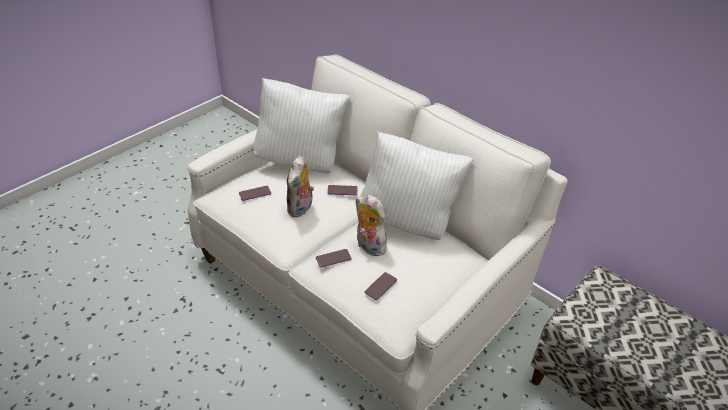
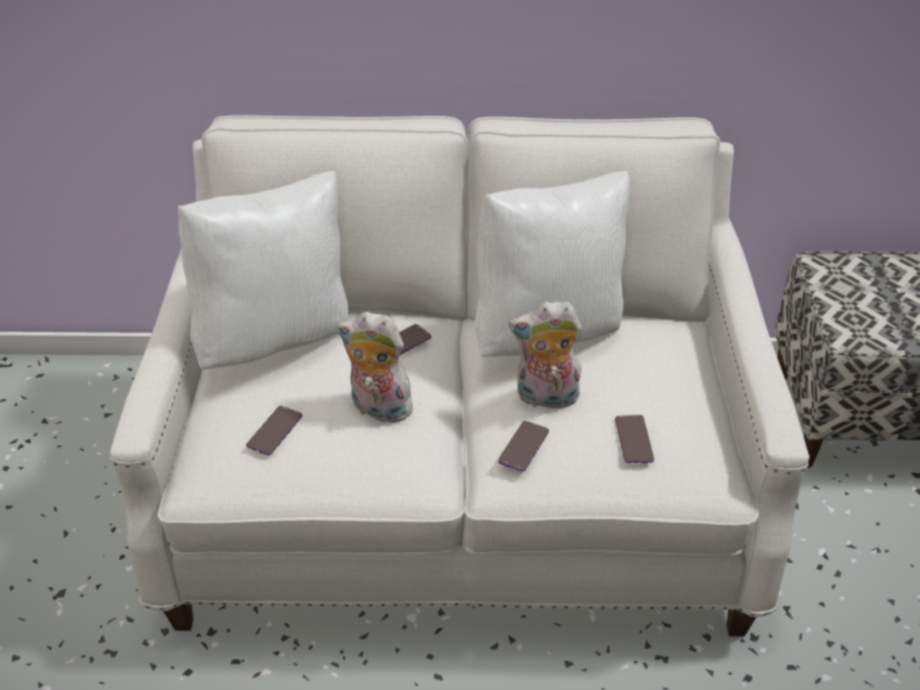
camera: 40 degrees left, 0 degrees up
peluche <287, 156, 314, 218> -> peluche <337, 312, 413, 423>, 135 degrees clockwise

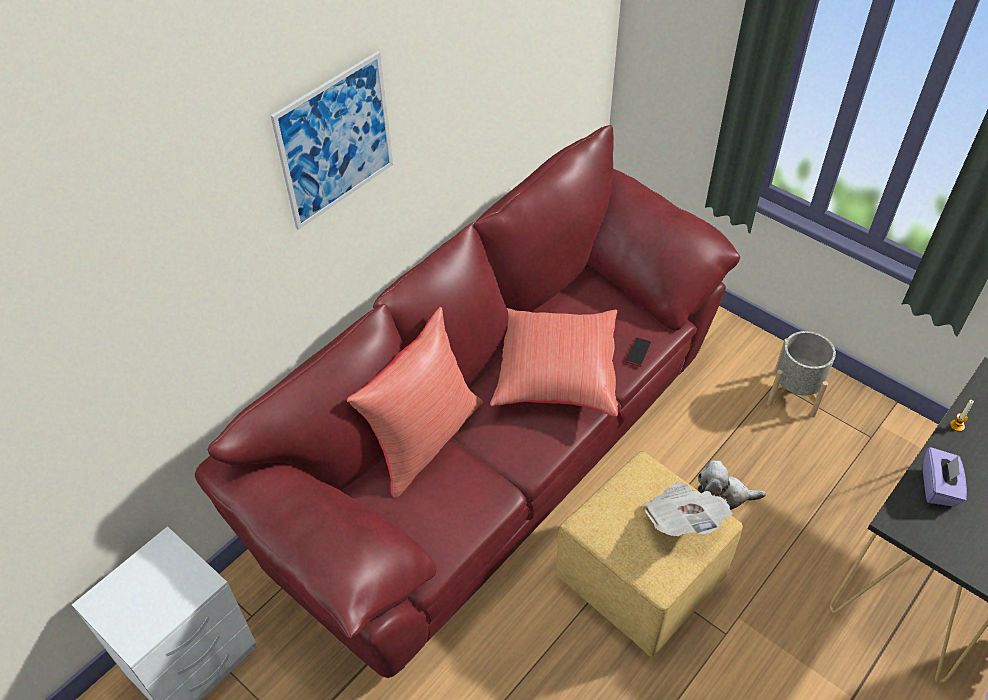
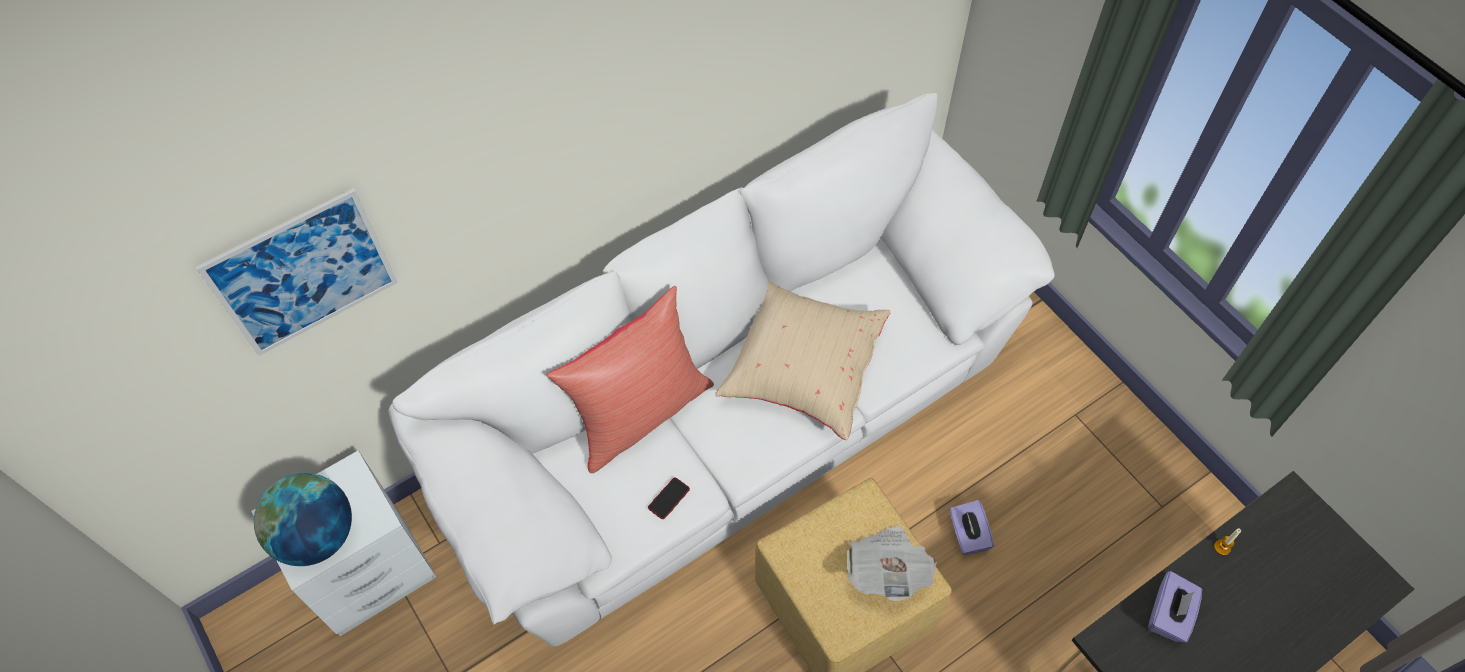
camera: 15 degrees right, 10 degrees up
sofá [rojo] <195, 125, 740, 678> -> sofá [blanco] <388, 93, 1055, 646>
cuadro <270, 51, 393, 230> -> cuadro <196, 188, 398, 356>, relocated
cojín [rojo] <490, 308, 618, 417> -> cojín [beis] <715, 281, 891, 440>
móvil <625, 337, 652, 367> -> móvil <648, 477, 690, 519>, relocated
peluche <698, 461, 766, 510> -> caja de pañuelos [morado] <950, 500, 994, 555>
maceta [gris] <767, 331, 836, 418> -> none
none -> globo terráqueo <254, 473, 352, 566>

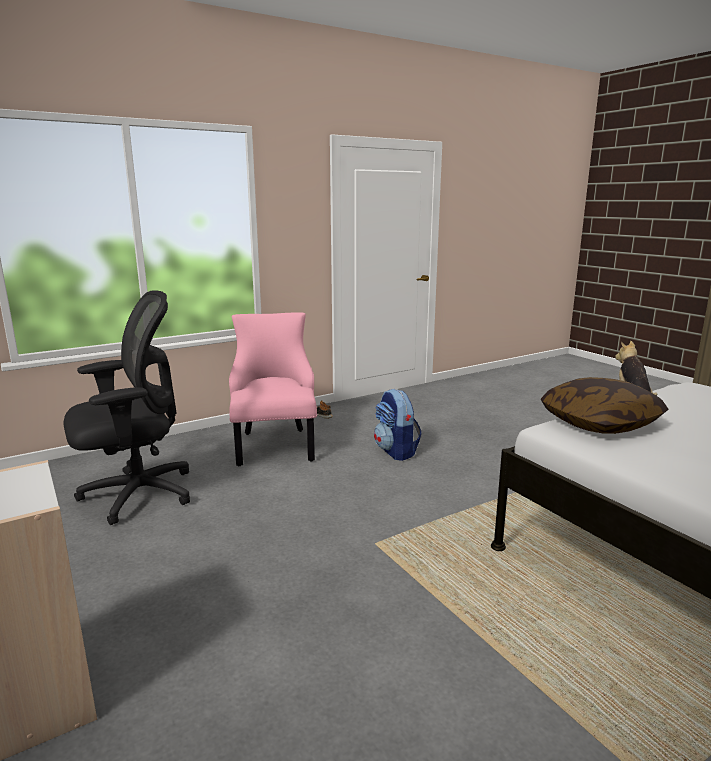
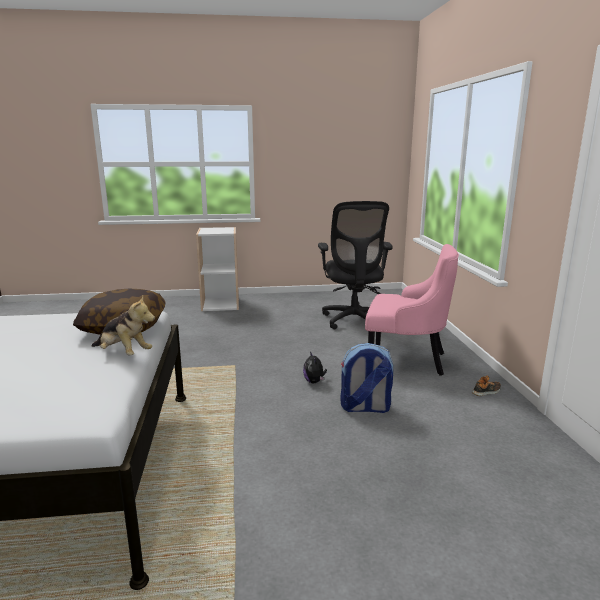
camera: 115 degrees right, 0 degrees up
none -> peluche <303, 351, 327, 384>

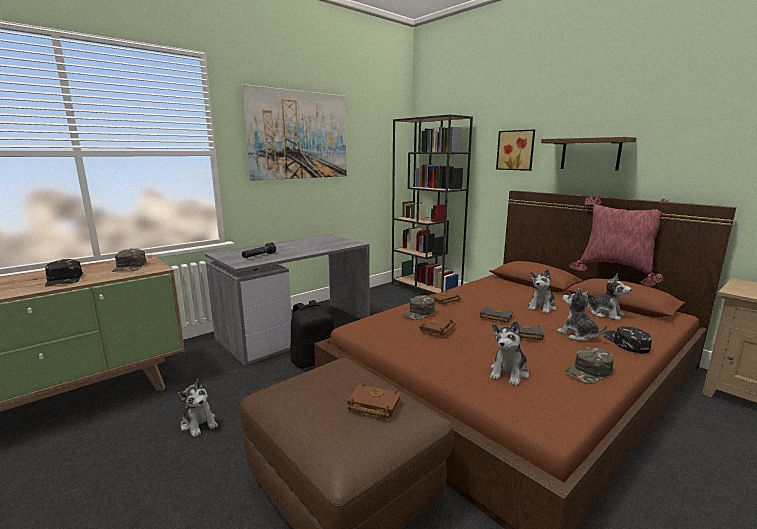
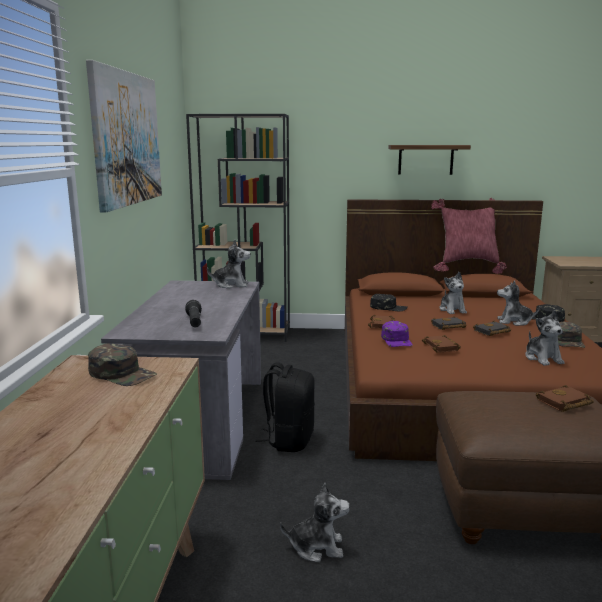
camera: 45 degrees left, 0 degrees up
gorra [negro] <45, 259, 83, 286> -> gorra [negro] <370, 294, 408, 312>, relocated
gorra [verde] <402, 295, 435, 320> -> gorra [morado] <381, 321, 413, 347>
cuadro <496, 129, 535, 171> -> none
peluche <588, 273, 631, 321> -> peluche <207, 240, 251, 289>, relocated

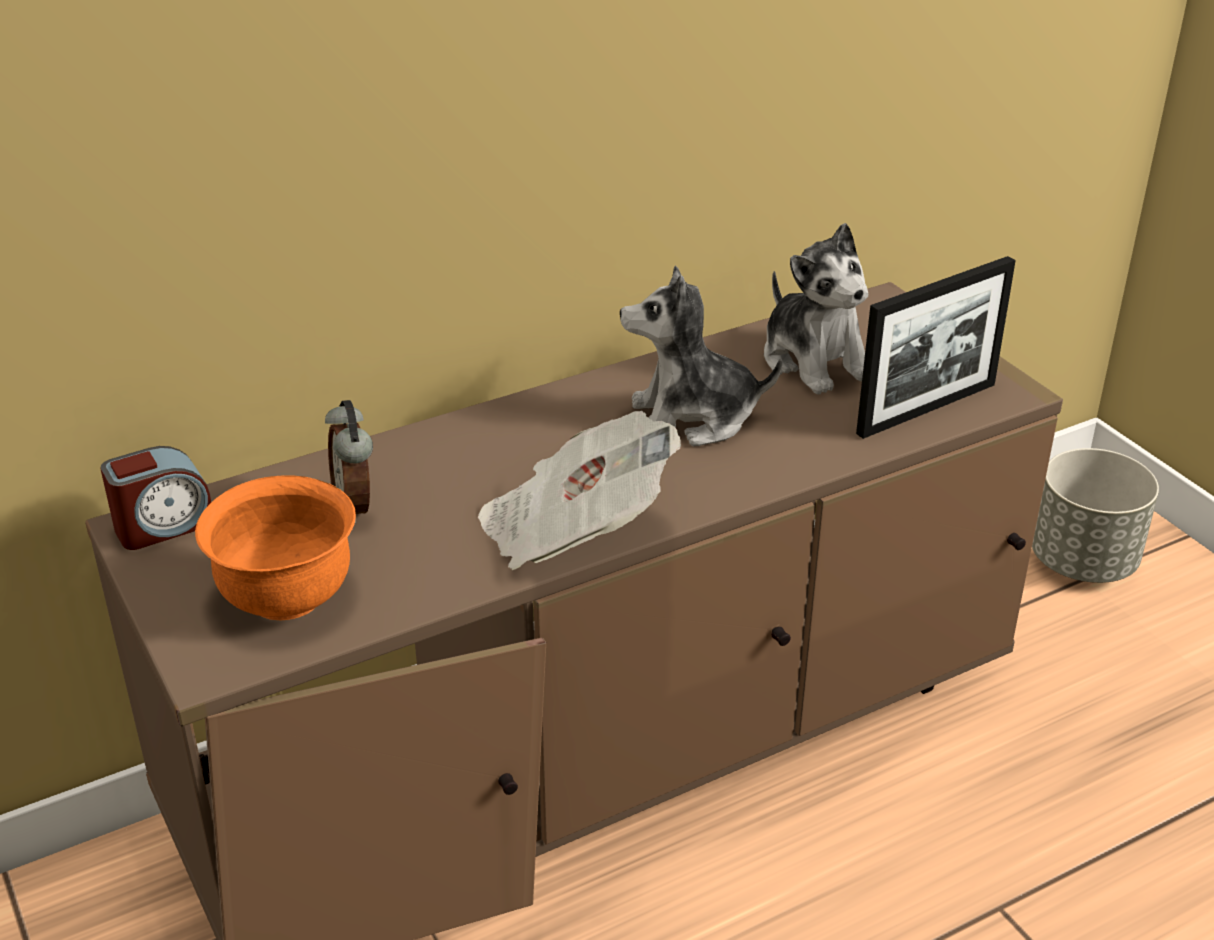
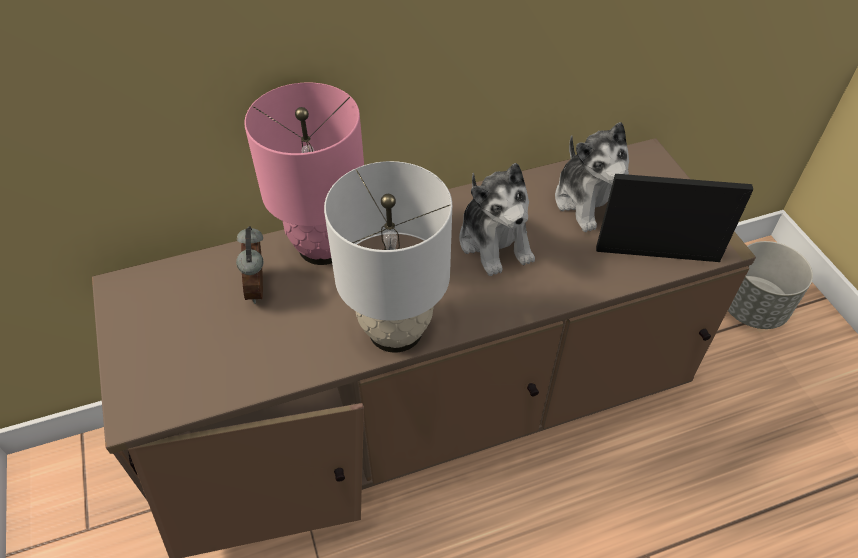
camera: 10 degrees right, 15 degrees up
despertador <100, 446, 211, 550> -> none
cuenco [naranja] <195, 475, 356, 620> -> none
periódico <478, 411, 681, 570> -> lámpara de mesa [blanco] <324, 161, 452, 353>
peluche <620, 266, 782, 446> -> peluche <459, 163, 535, 276>, 120 degrees counterclockwise
portarretratos <856, 256, 1016, 439> -> portarretratos <596, 174, 753, 262>, 150 degrees counterclockwise
none -> lámpara de mesa [rosa] <244, 82, 364, 265>

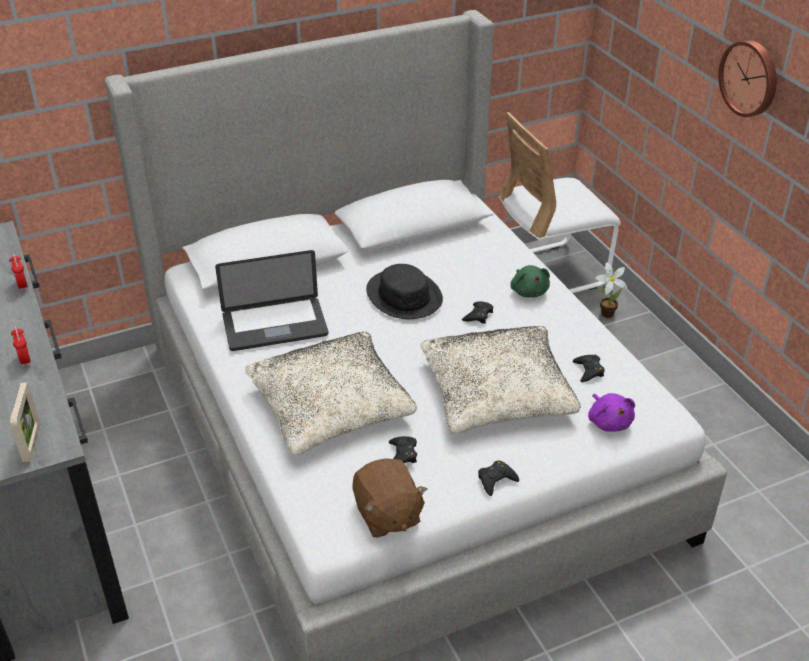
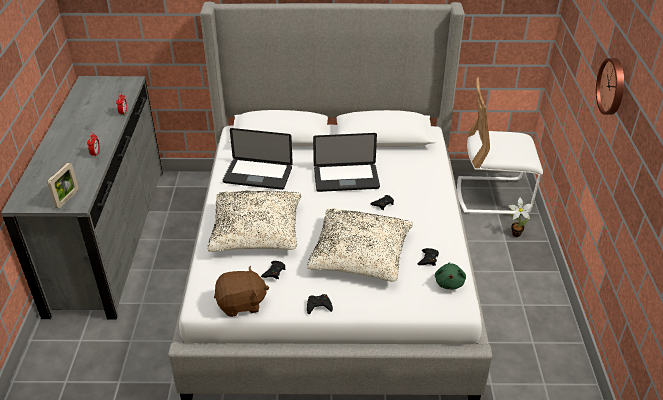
camera: 25 degrees right, 0 degrees up
peluche [marrón] <353, 459, 427, 537> -> peluche [marrón] <214, 266, 269, 317>, 105 degrees counterclockwise
sombrero [negro] <366, 264, 443, 319> -> portátil <313, 133, 380, 192>
peluche [verde] <510, 265, 550, 298> -> peluche [verde] <435, 262, 466, 290>, relocated
peluche [morado] <588, 393, 635, 432> -> none

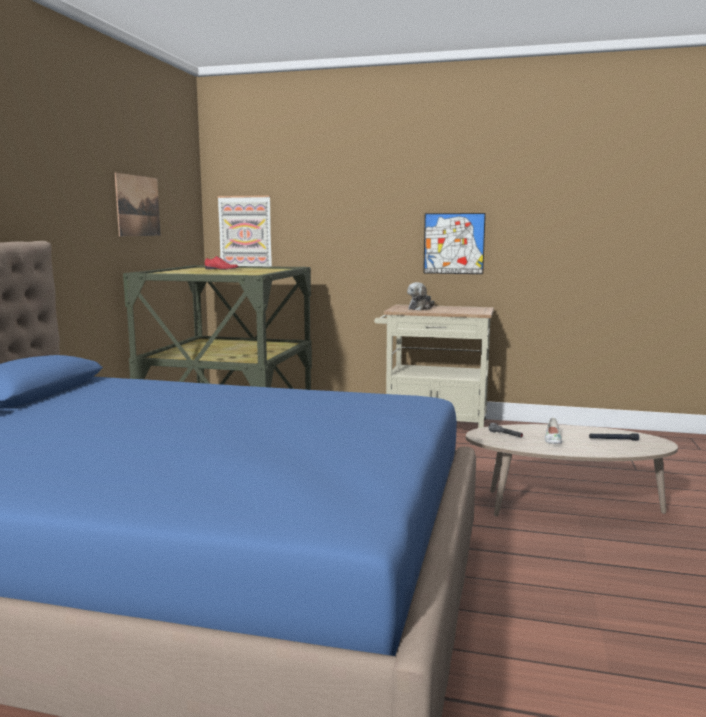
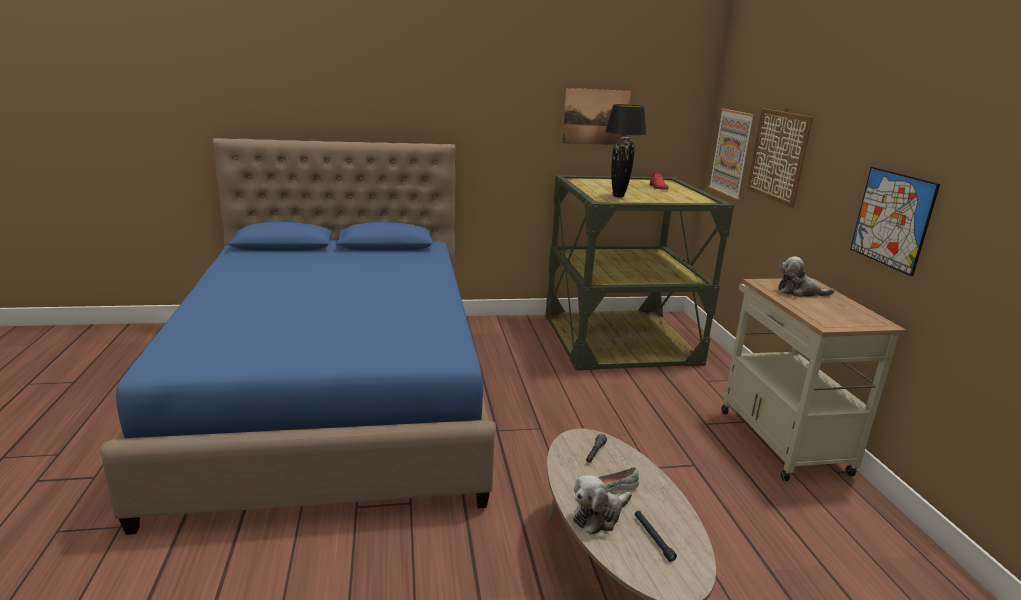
camera: 65 degrees right, 10 degrees up
none -> peluche <573, 475, 632, 535>
none -> lámpara de mesa [negro] <605, 104, 646, 197>
none -> cuadro <747, 108, 813, 208>

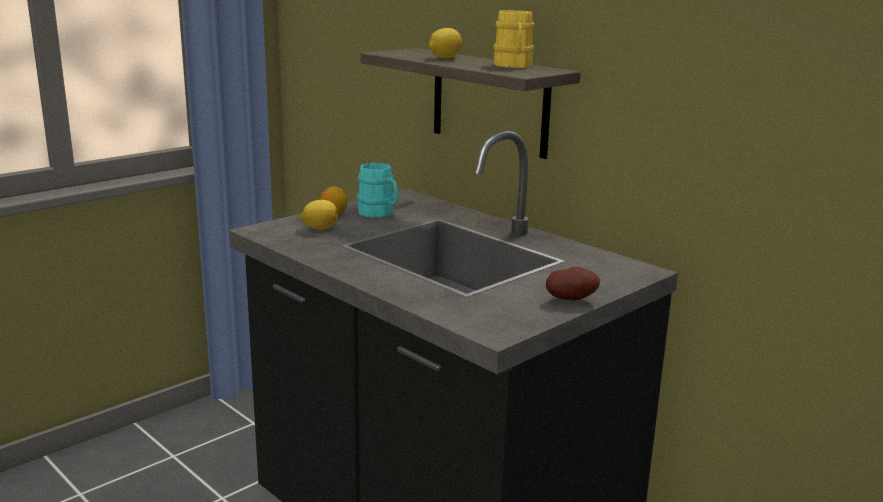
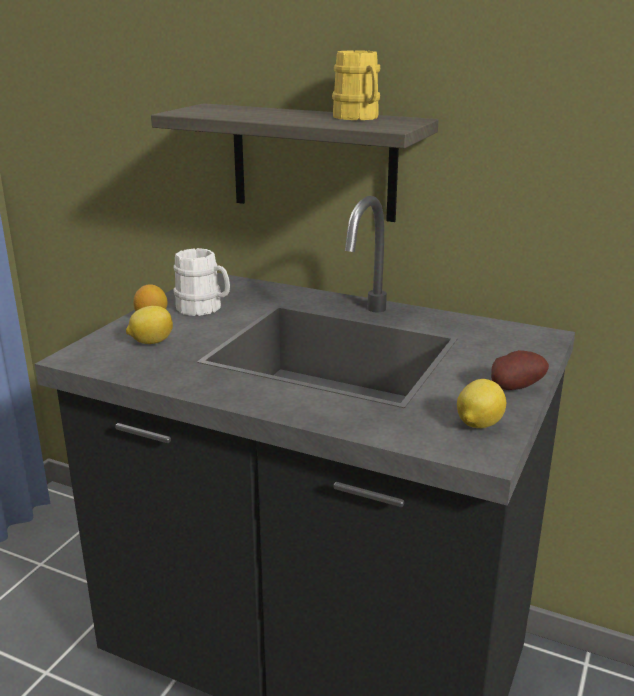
camera: 20 degrees left, 5 degrees up
taza grande [turquesa] <356, 163, 398, 217> -> taza grande [blanco] <173, 248, 230, 316>
limón <429, 28, 462, 58> -> limón <457, 379, 506, 428>, relocated

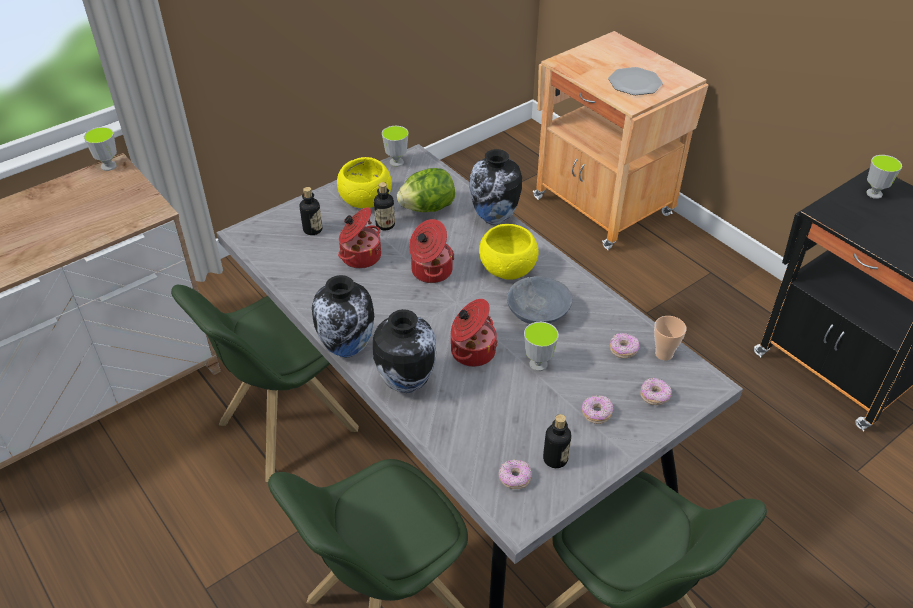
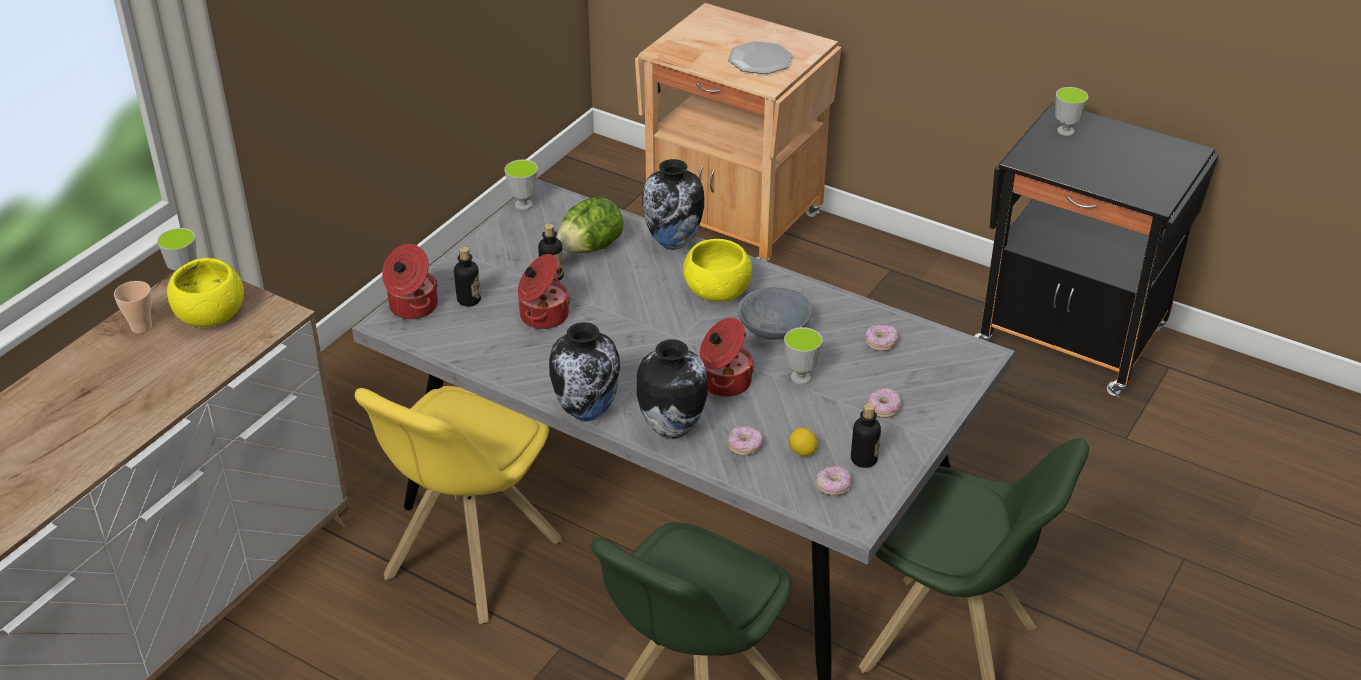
camera: 20 degrees left, 5 degrees down
silla [verde] <171, 285, 359, 482> -> silla [amarillo] <355, 386, 563, 624>
cuenco [amarillo] <337, 157, 392, 208> -> cuenco [amarillo] <167, 258, 244, 327>, relocated
olla <409, 219, 454, 283> -> olla <382, 244, 438, 319>, relocated
rosquilla <641, 378, 672, 405> -> rosquilla <728, 426, 763, 455>, relocated
taza <654, 316, 687, 361> -> taza <114, 281, 152, 333>, relocated
none -> limón <789, 428, 818, 456>

